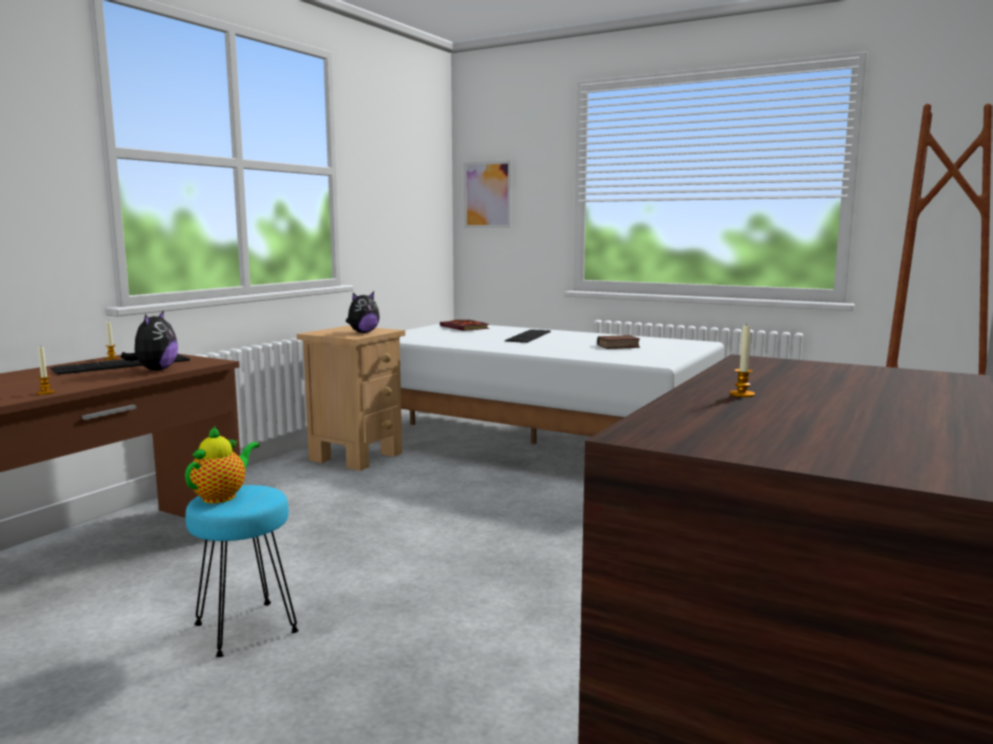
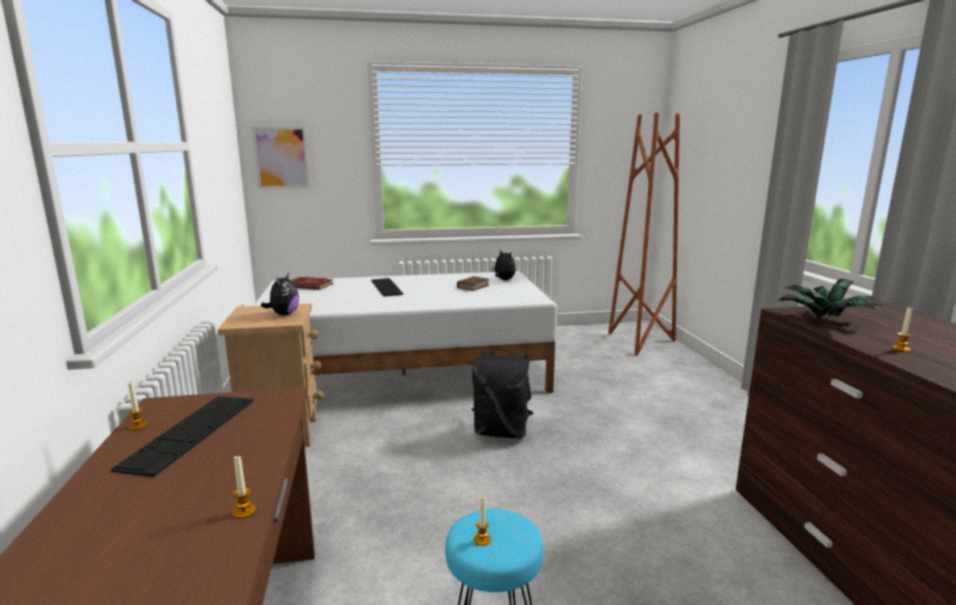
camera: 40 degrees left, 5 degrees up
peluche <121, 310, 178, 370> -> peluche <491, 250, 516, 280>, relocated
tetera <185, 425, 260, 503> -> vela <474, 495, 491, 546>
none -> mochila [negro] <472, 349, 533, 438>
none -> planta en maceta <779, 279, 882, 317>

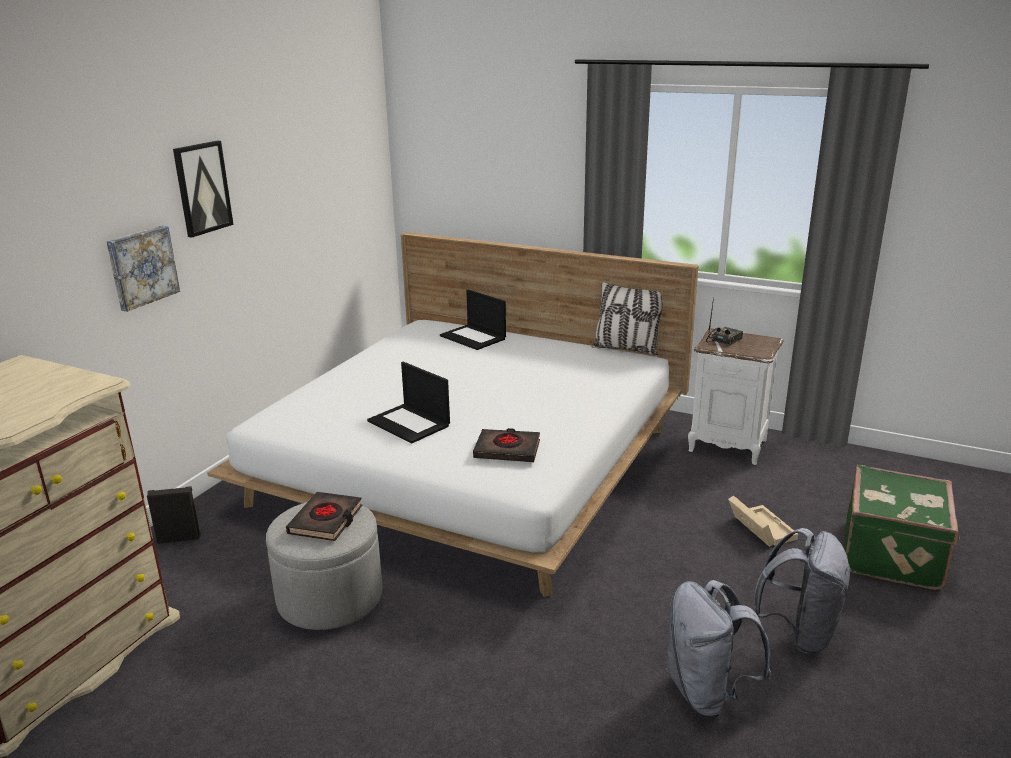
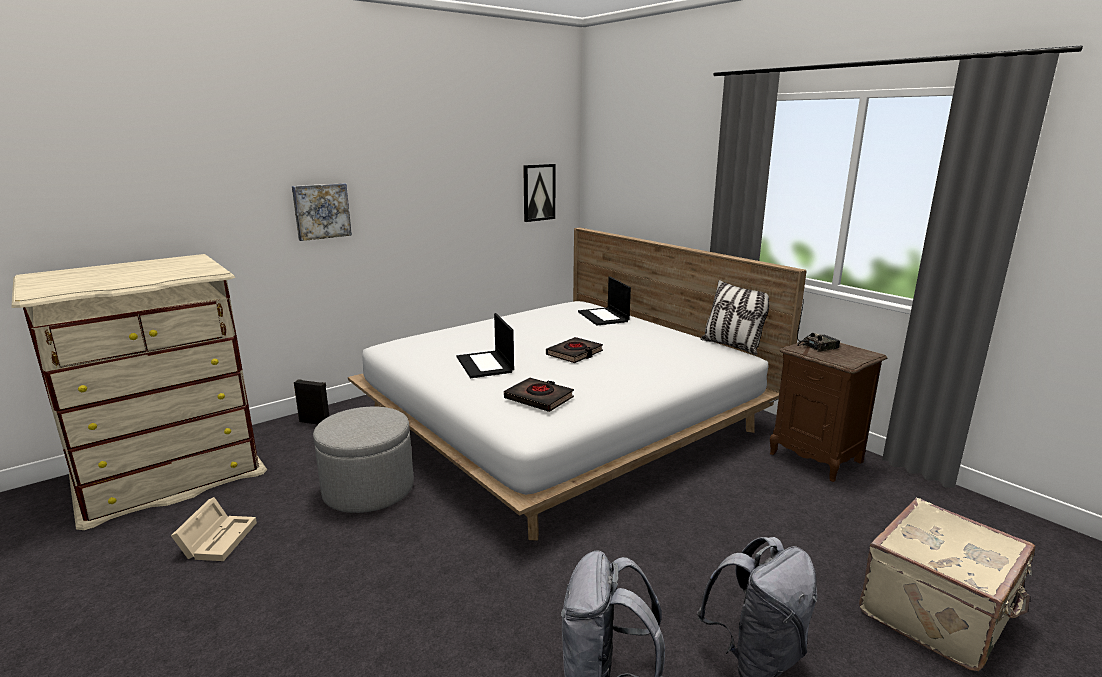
camera: 25 degrees right, 5 degrees down
cuadro <173, 141, 233, 238> -> cuadro <523, 164, 555, 222>, relocated
libro [negro] <286, 492, 362, 541> -> libro [negro] <546, 337, 603, 363>, relocated
mesita de noche [blanco] <688, 328, 784, 465> -> mesita de noche [marrón] <770, 341, 887, 482>
caja de almacenaje [beis] <728, 495, 798, 547> -> caja de almacenaje [beis] <171, 497, 257, 561>, relocated
maleta [verde] <844, 465, 960, 590> -> maleta [beis] <859, 498, 1035, 671>

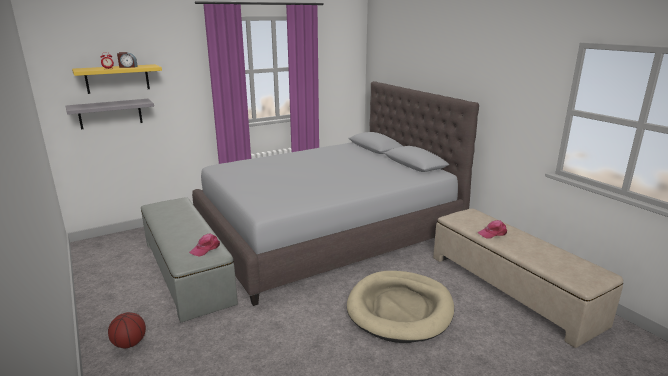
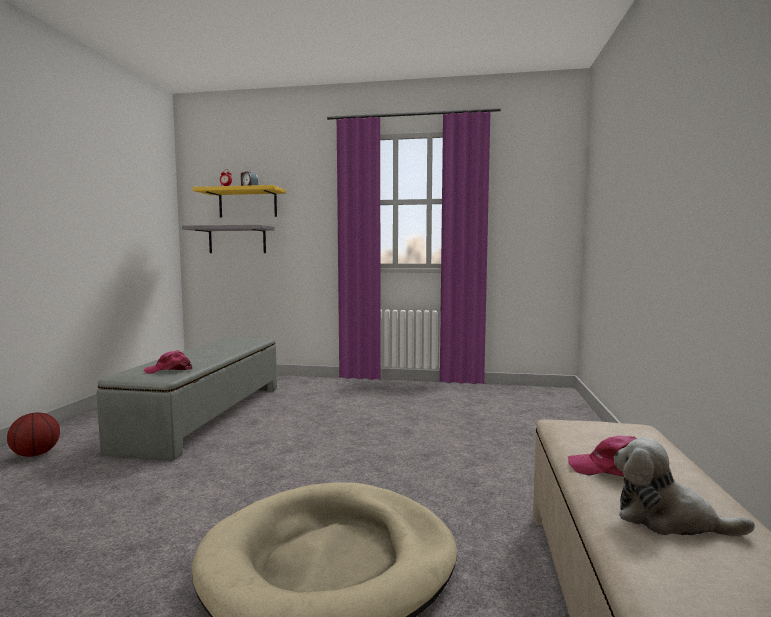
camera: 40 degrees right, 15 degrees down
cama [gris] <192, 81, 479, 306> -> none
none -> peluche <614, 437, 755, 537>

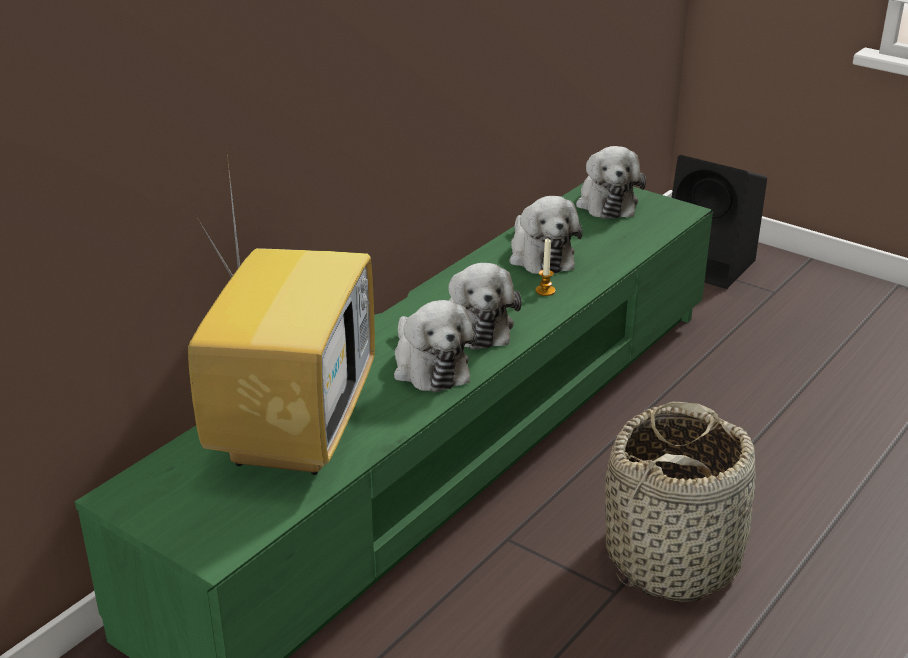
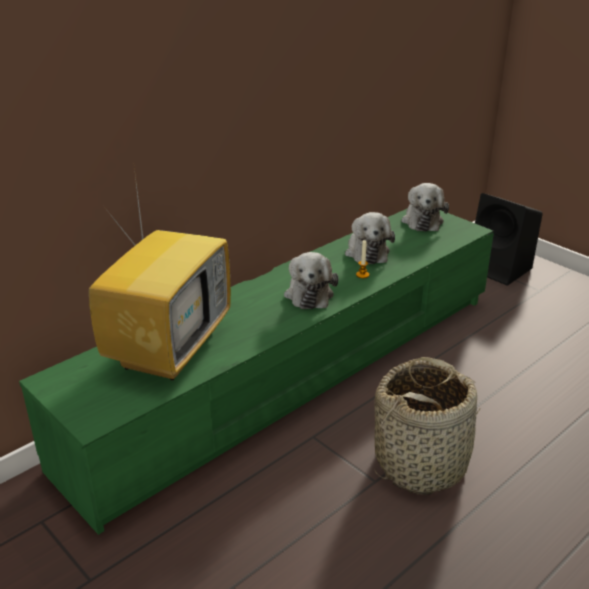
camera: 10 degrees right, 0 degrees up
peluche <394, 300, 477, 392> -> none

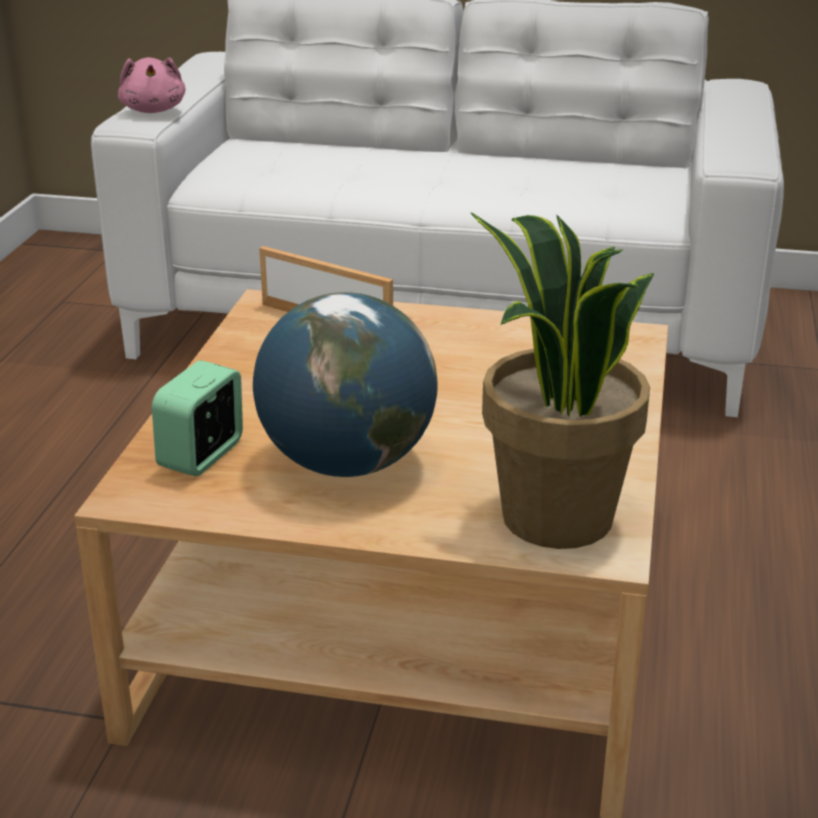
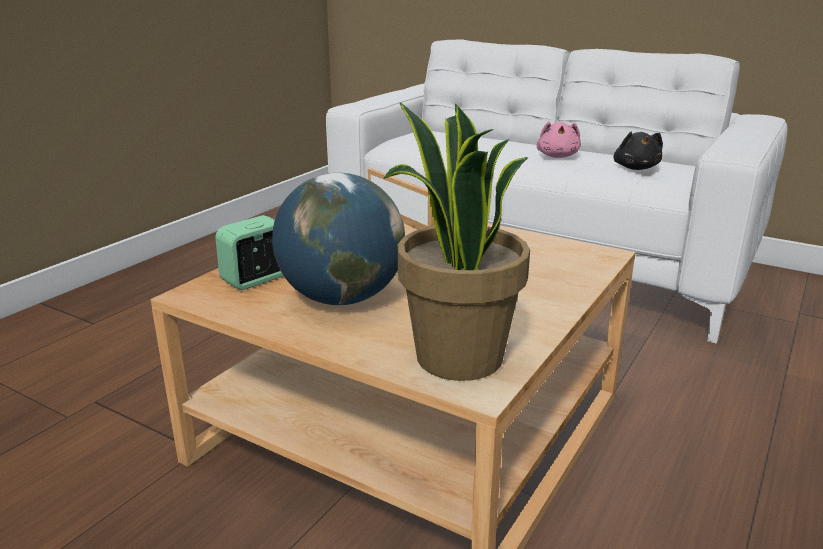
camera: 20 degrees right, 5 degrees down
peluche [rosa] <118, 57, 186, 113> -> peluche [rosa] <536, 121, 581, 158>, relocated
none -> peluche [negro] <614, 132, 663, 170>

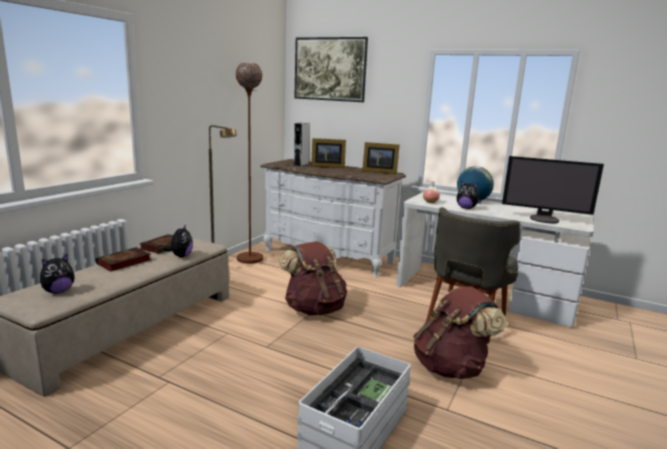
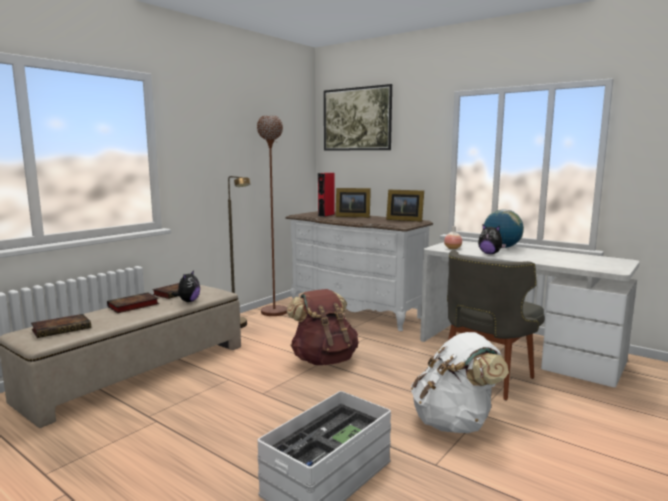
camera: 10 degrees right, 5 degrees down
peluche <40, 254, 75, 294> -> libro <31, 314, 91, 338>
altavoz [gris] <294, 122, 310, 166> -> altavoz [rojo] <318, 173, 335, 217>
mochila [marrón] <413, 286, 507, 379> -> mochila [blanco] <411, 332, 509, 433>
monitor <502, 156, 604, 223> -> none

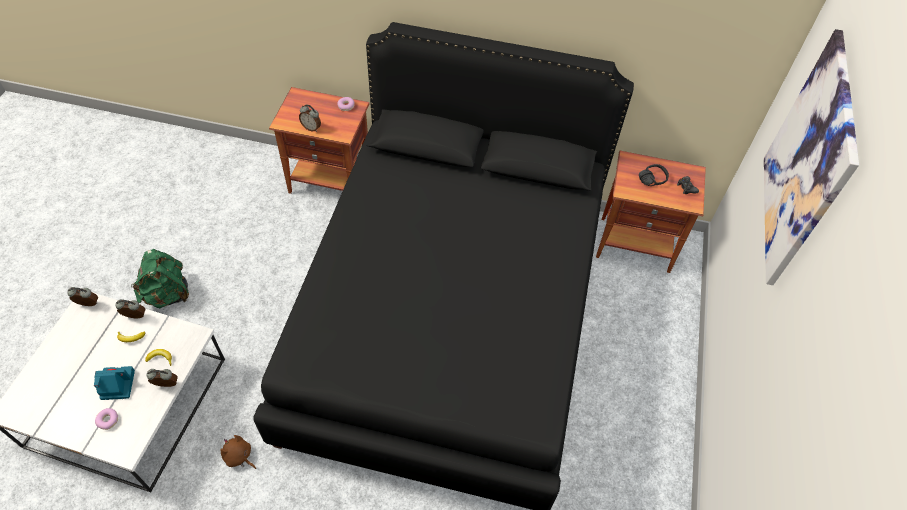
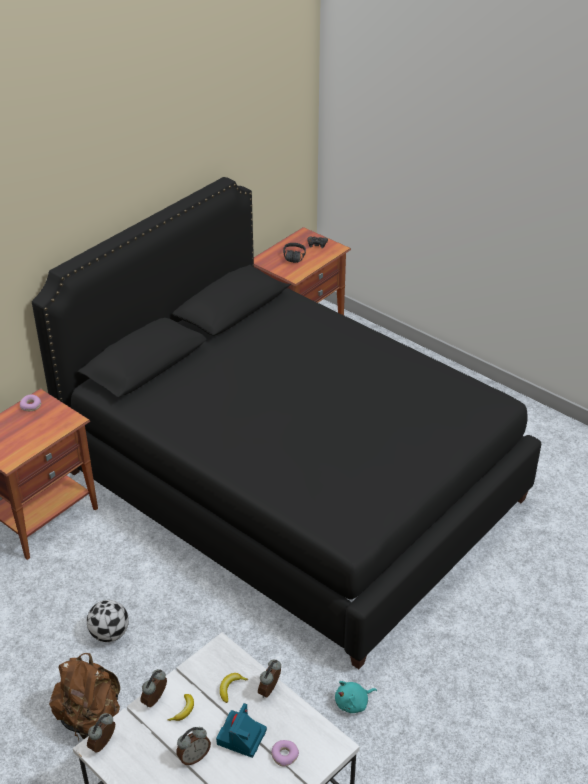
camera: 60 degrees left, 15 degrees down
mochila [verde] <131, 249, 189, 308> -> mochila [marrón] <49, 653, 120, 741>
peluche [marrón] <221, 435, 256, 469> -> peluche [turquesa] <335, 681, 377, 713>
despertador <299, 105, 321, 132> -> despertador <176, 727, 211, 765>, relocated
cuadro <764, 29, 859, 285> -> none
none -> balón de fútbol <87, 600, 129, 642>

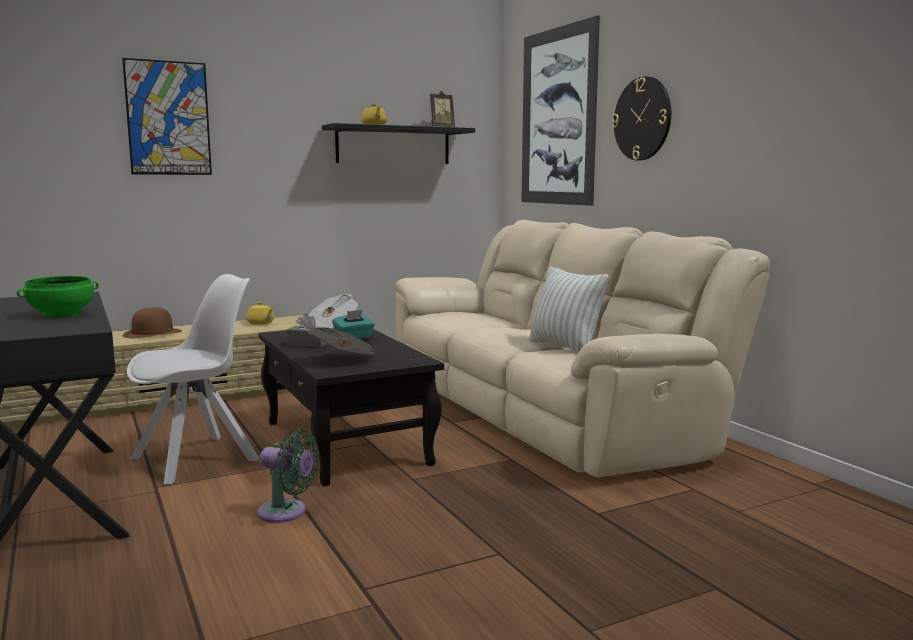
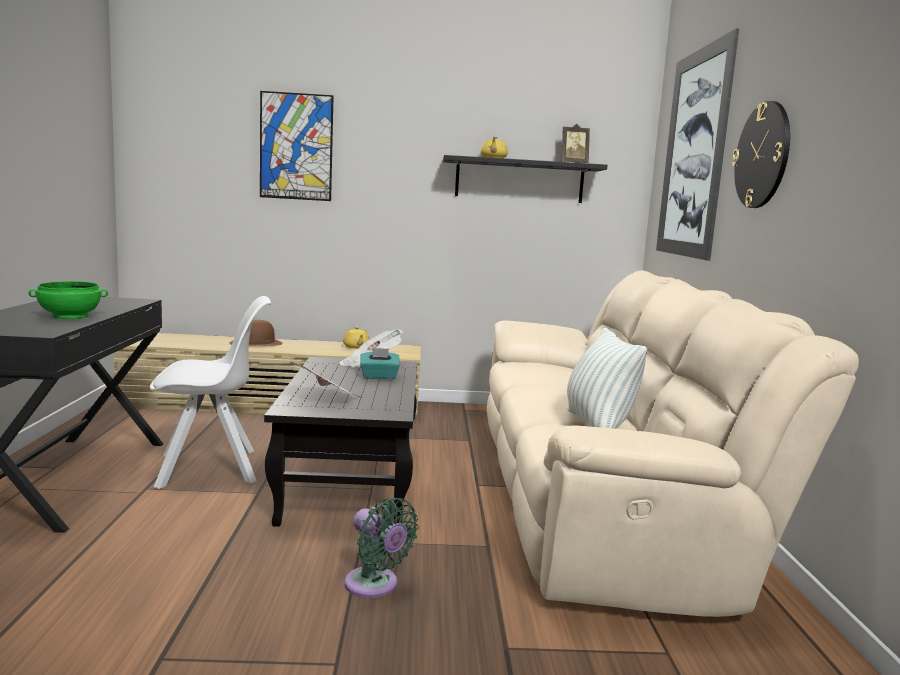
camera: 25 degrees right, 0 degrees up
ventilador [verde] <257, 429, 319, 523> -> ventilador [verde] <344, 497, 419, 598>, relocated
caja de pañuelos [gris] <287, 313, 328, 347> -> none

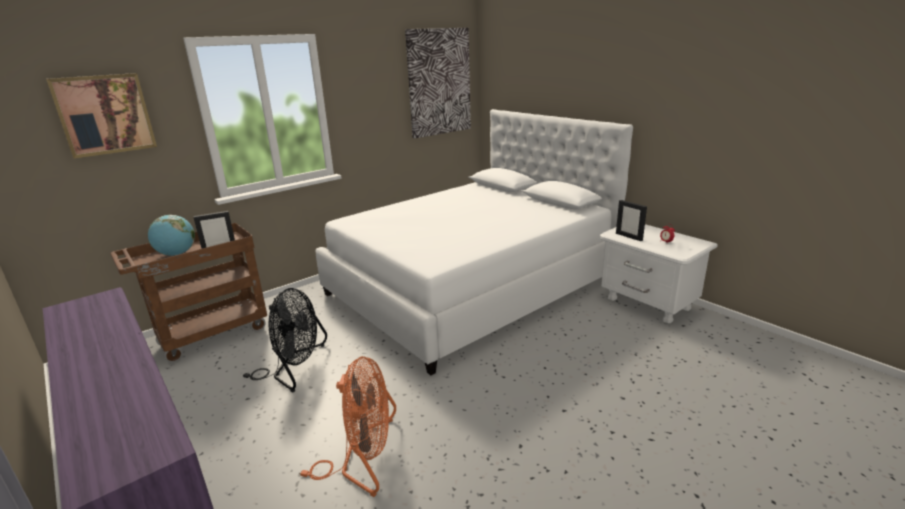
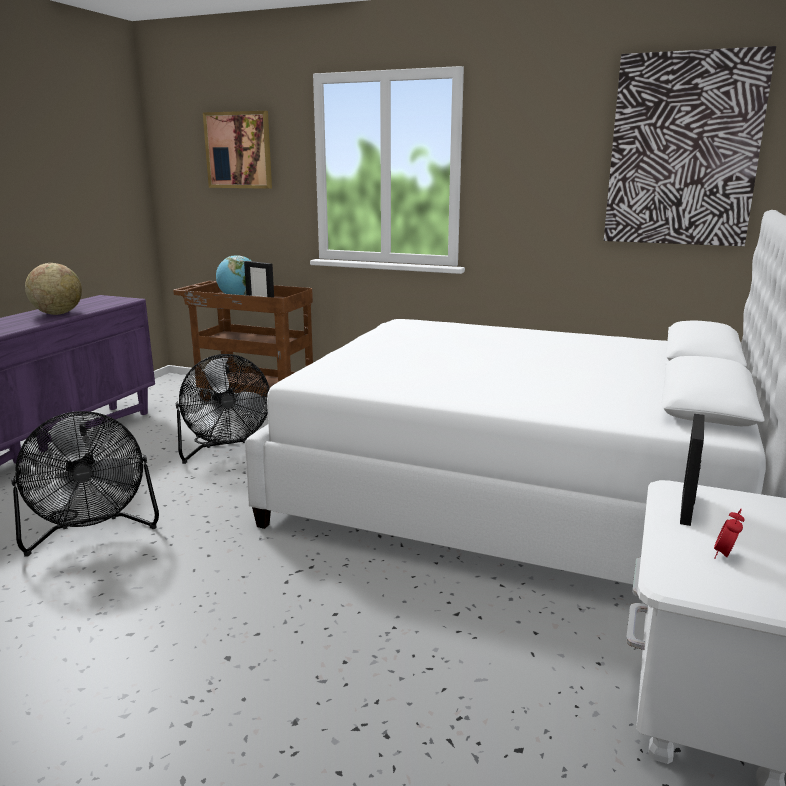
camera: 60 degrees right, 5 degrees down
ventilador [naranja] <300, 356, 396, 497> -> ventilador [negro] <11, 411, 159, 556>
none -> globo terráqueo <25, 263, 82, 315>

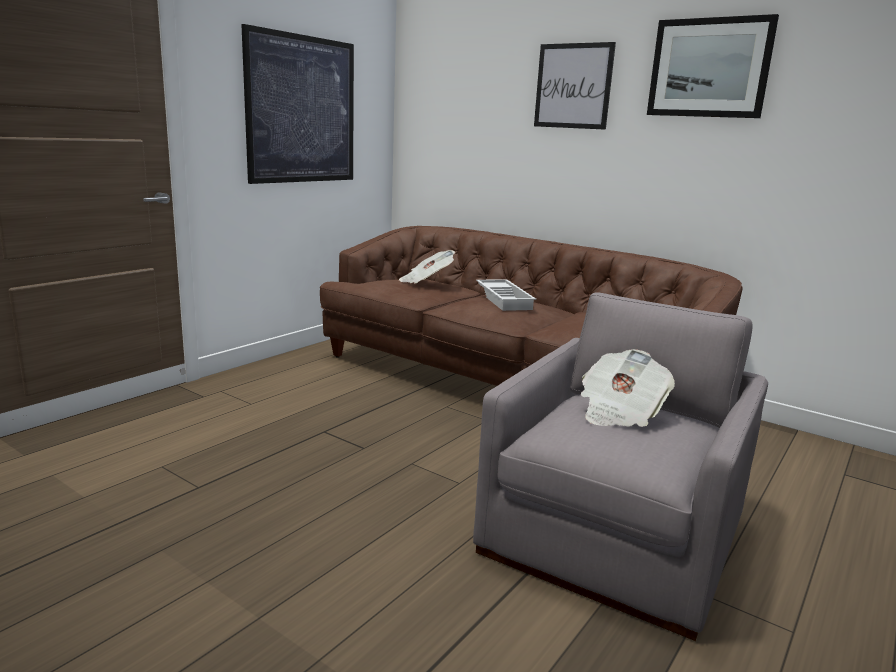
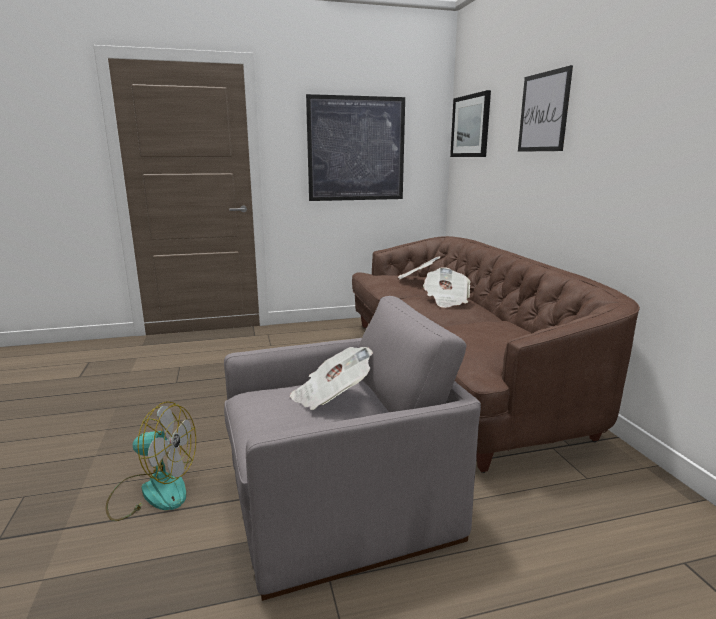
camera: 40 degrees right, 0 degrees up
bandeja [blanco] <476, 279, 536, 311> -> periódico <423, 267, 470, 308>
cuadro <647, 14, 779, 118> -> cuadro <450, 90, 491, 157>, relocated
none -> ventilador <106, 402, 196, 521>

